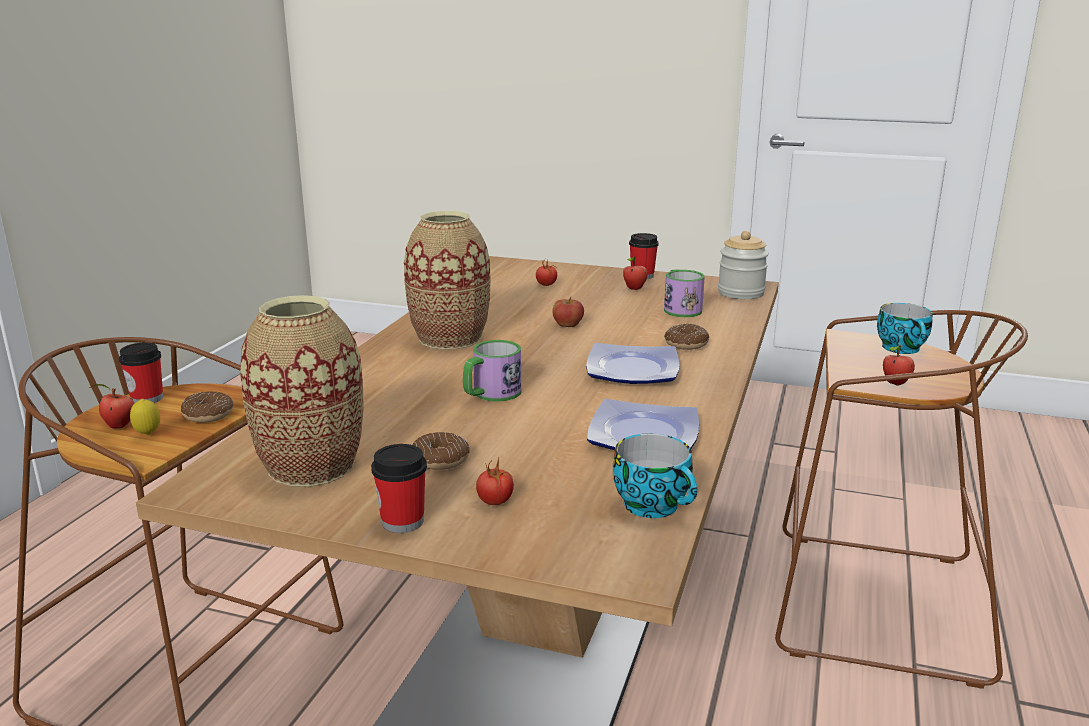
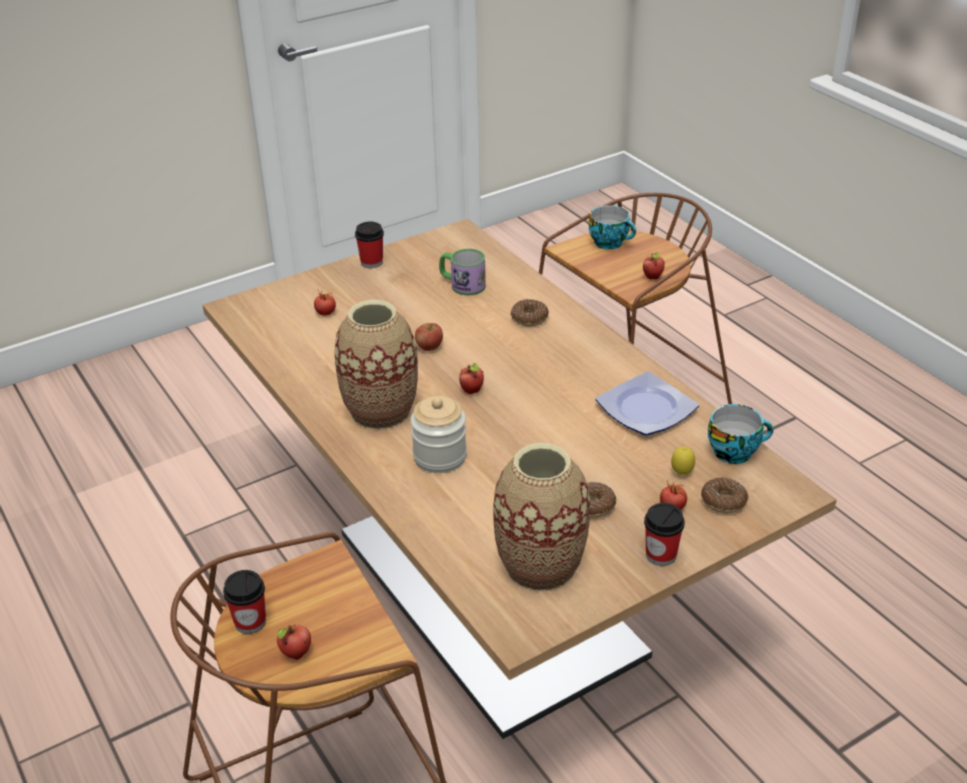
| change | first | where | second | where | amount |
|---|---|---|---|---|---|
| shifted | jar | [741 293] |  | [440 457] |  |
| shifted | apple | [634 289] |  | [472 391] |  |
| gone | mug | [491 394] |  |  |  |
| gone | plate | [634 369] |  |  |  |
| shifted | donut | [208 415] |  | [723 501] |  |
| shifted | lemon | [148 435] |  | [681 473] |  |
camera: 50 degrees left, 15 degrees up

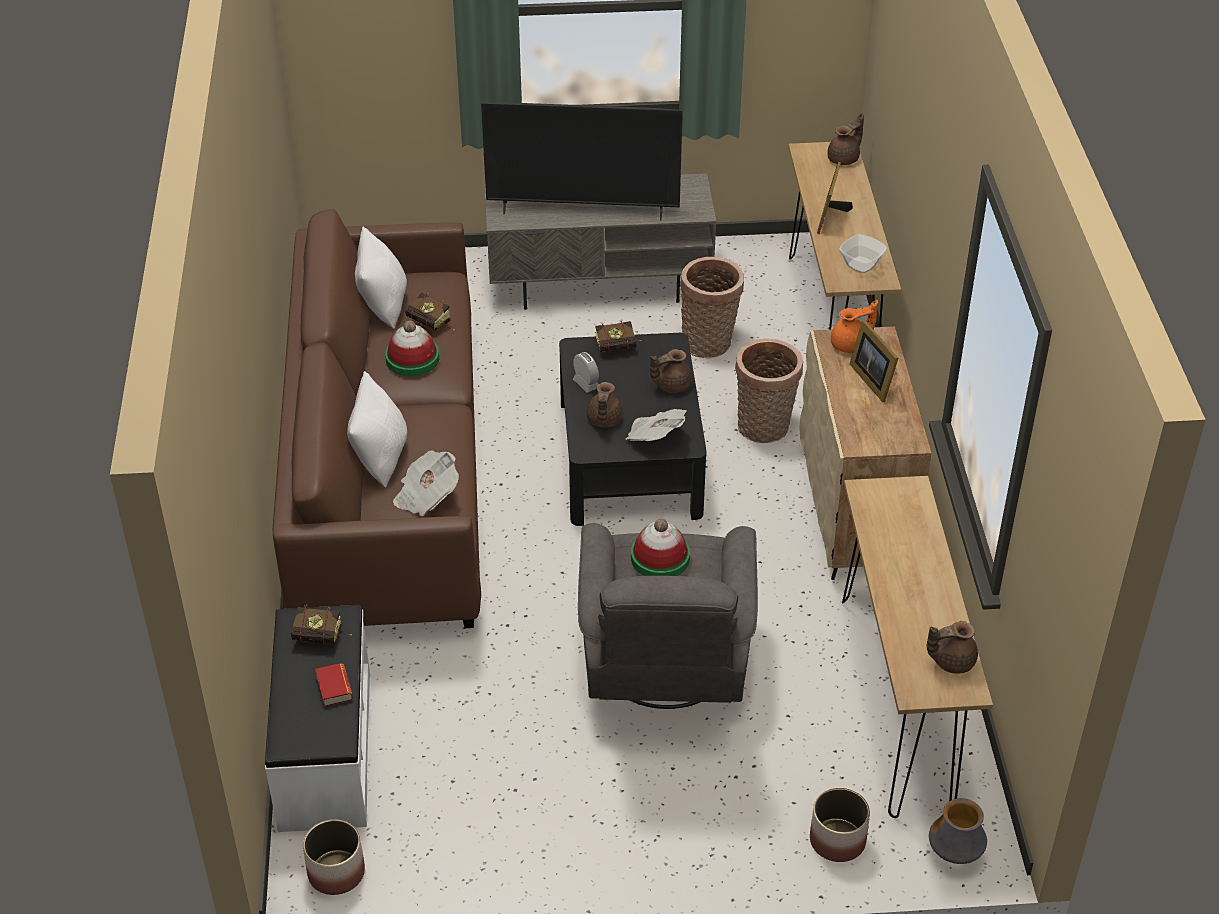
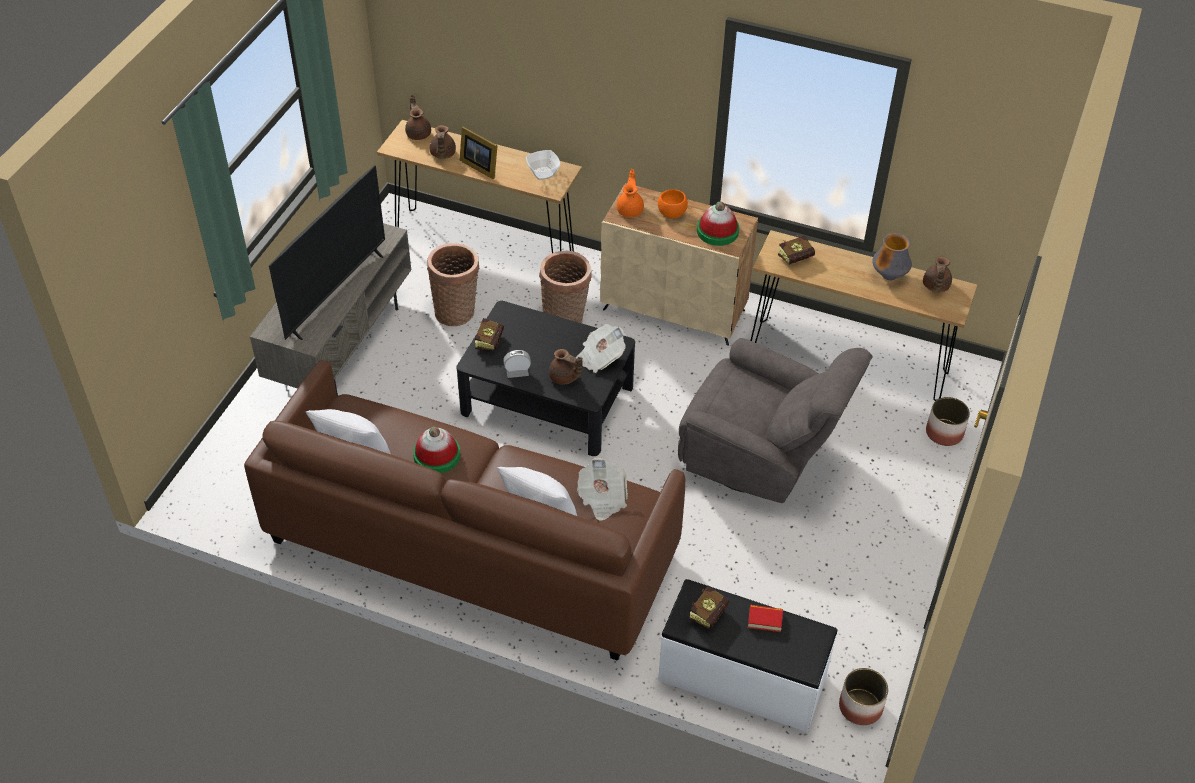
| change | first | where | second | where | amount |
|---|---|---|---|---|---|
| shifted | book | [432 324] |  | [798 257] |  |
| swapped | picture frame | [873 379] | bowl (orange) | [671 213] |  |
| shifted | teapot (brown) | [671 385] |  | [442 154] |  |
| shifted | hat | [660 558] |  | [717 231] |  |
| shifted | vase | [954 855] |  | [889 276] |  |
camera: 65 degrees left, 5 degrees up

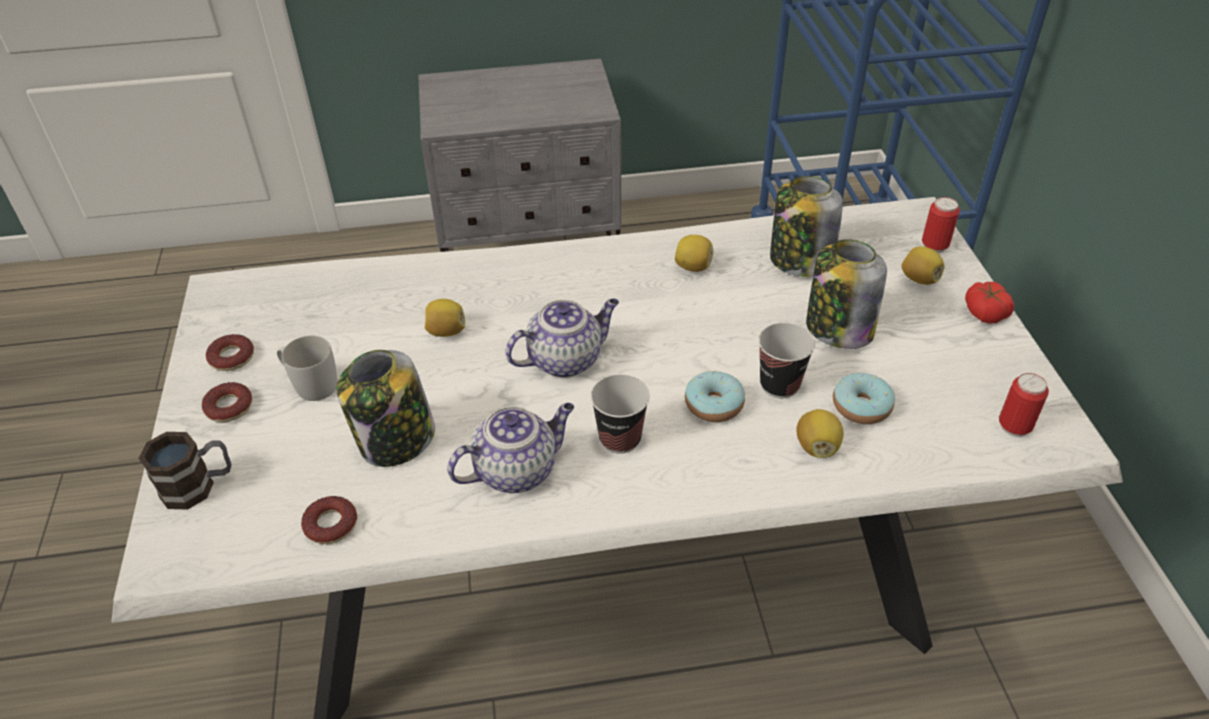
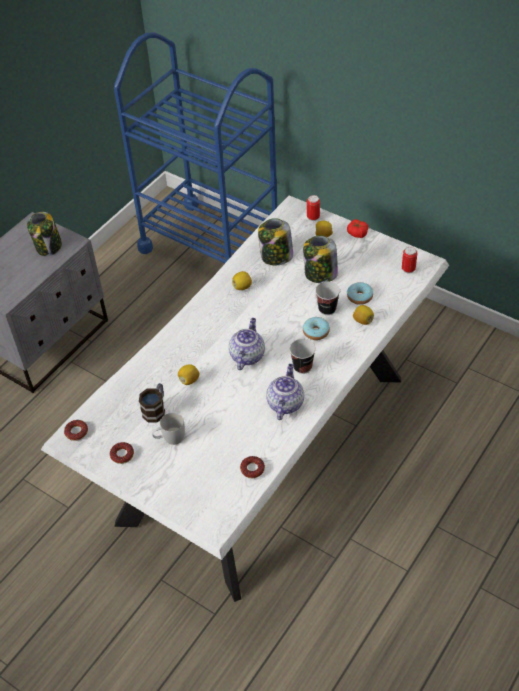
| change | first | where | second | where | amount |
|---|---|---|---|---|---|
| shifted | jar | [396 441] |  | [48 247] |  |
| shifted | donut | [229 407] |  | [76 432] |  |
| shifted | mug | [198 486] |  | [156 409] |  |
camera: 45 degrees left, 5 degrees up

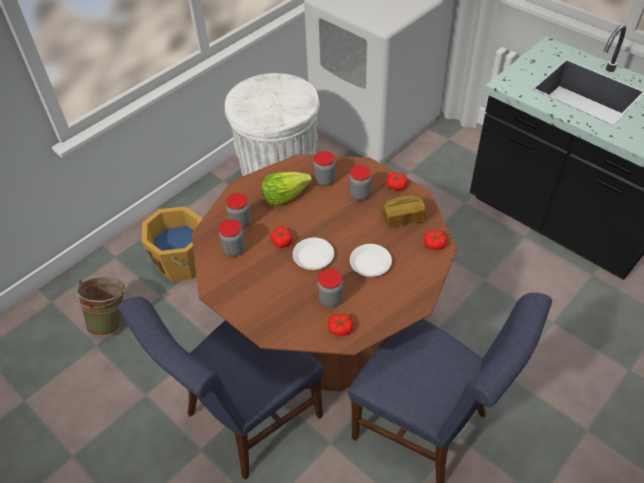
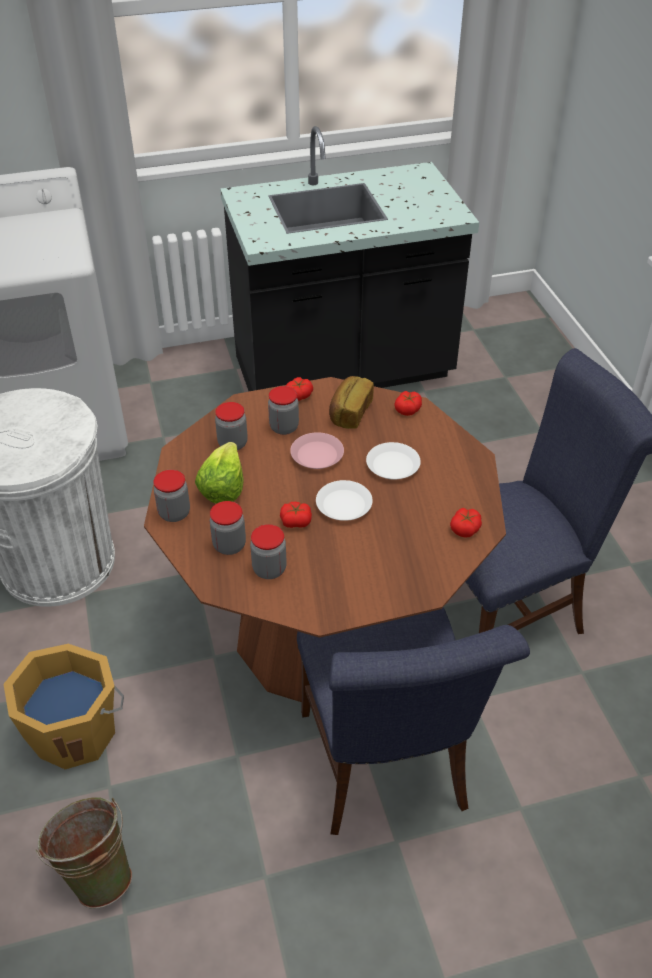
| change | first | where | second | where | amount |
|---|---|---|---|---|---|
| shifted | jar | [330 299] |  | [174 513] |  |
| new |  |  | plate (pink) | [317 455] |  |
camera: 60 degrees left, 5 degrees down

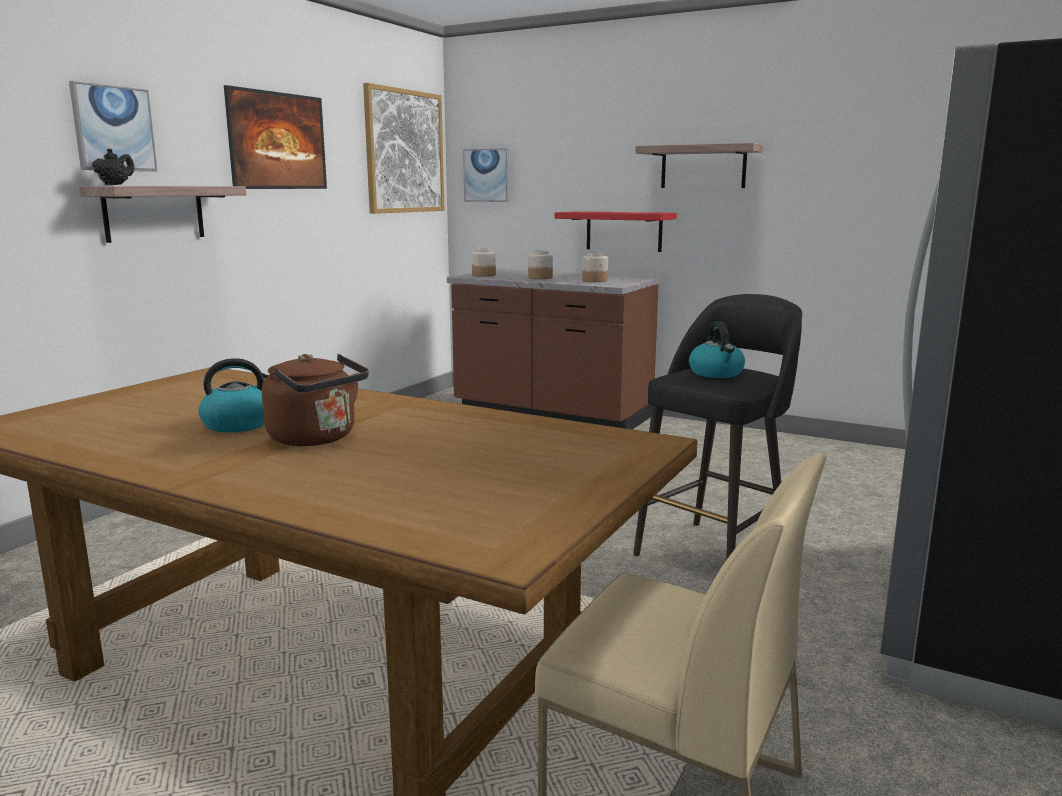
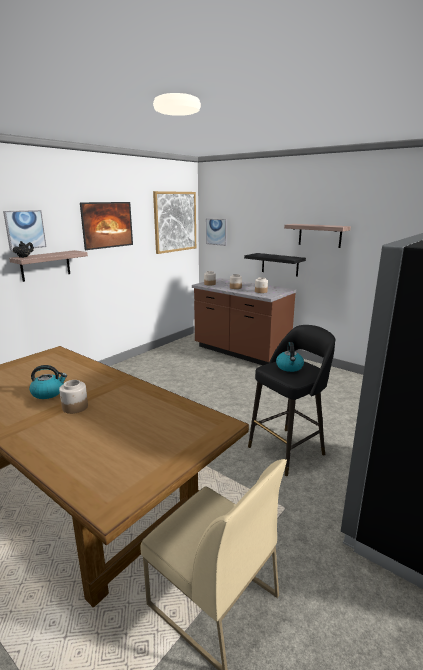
| change | first | where | second | where | amount |
|---|---|---|---|---|---|
| repainted | shelf (red) | [624 231] | shelf (black) | [280 264] |  |
| swapped | kettle (brown) | [316 439] | jar | [75 407] |  |
camera: 10 degrees right, 5 degrees up

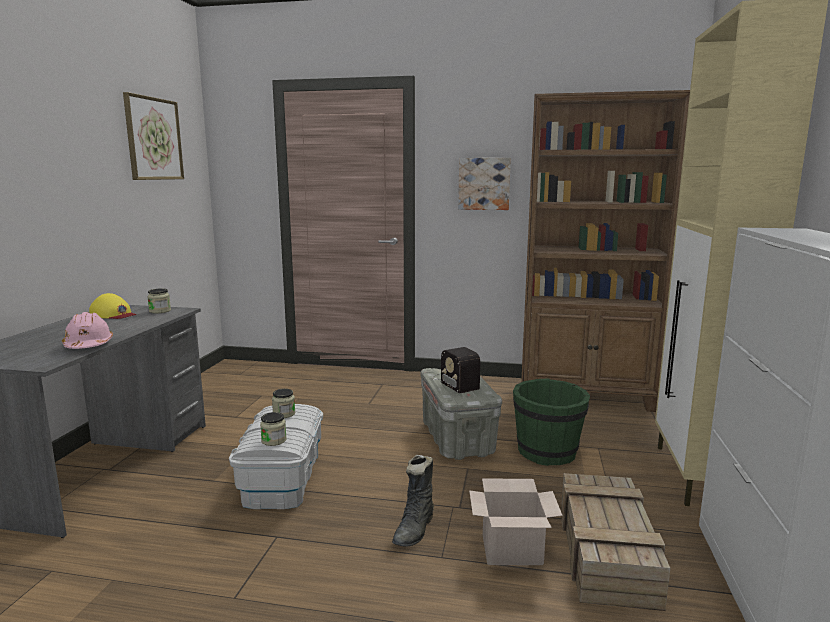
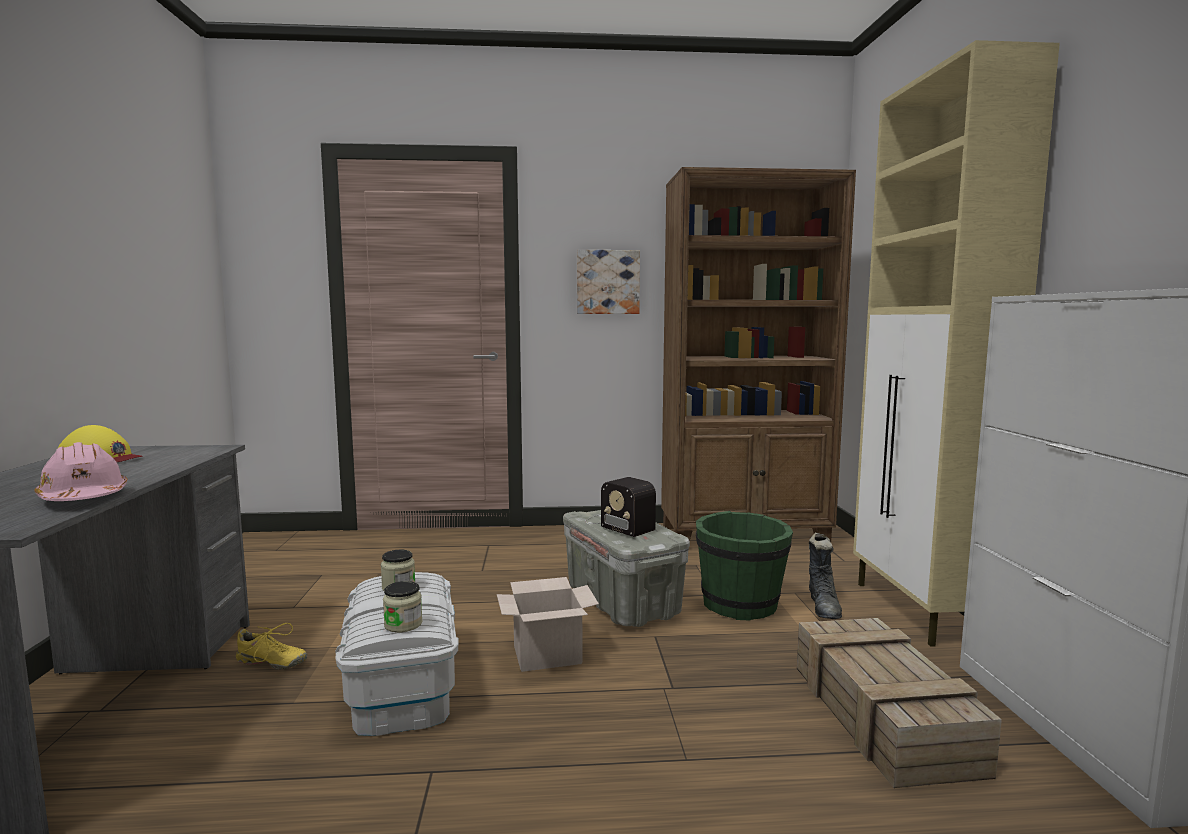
| change | first | where | second | where | amount |
|---|---|---|---|---|---|
| gone | picture | [153 139] |  |  |  |
| gone | jar | [160 311] |  |  |  |
| shifted | boot (black) | [415 529] |  | [824 608] |  |
| shifted | cardboard box | [513 549] |  | [548 654] |  |
| new |  |  | shoe (yellow) | [271 662] |  |
camera: 15 degrees left, 5 degrees down

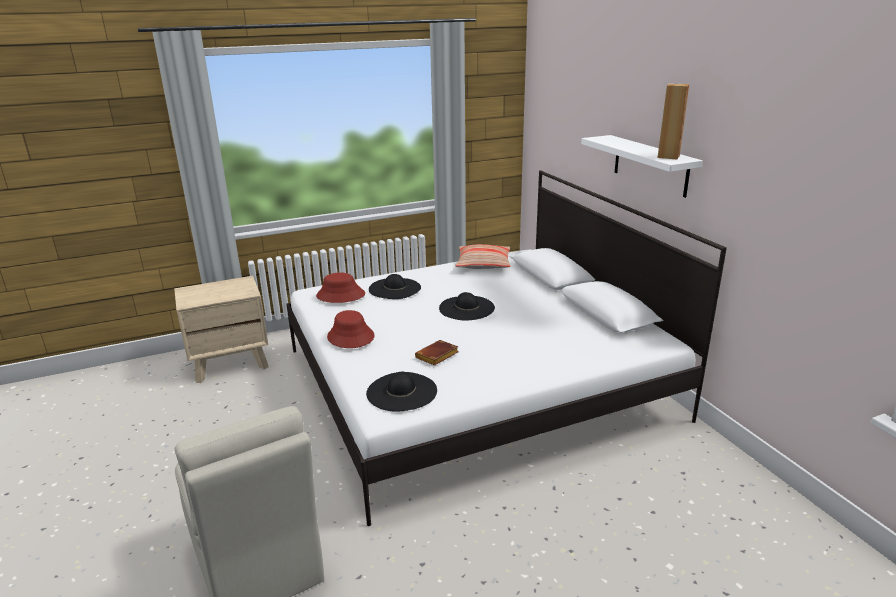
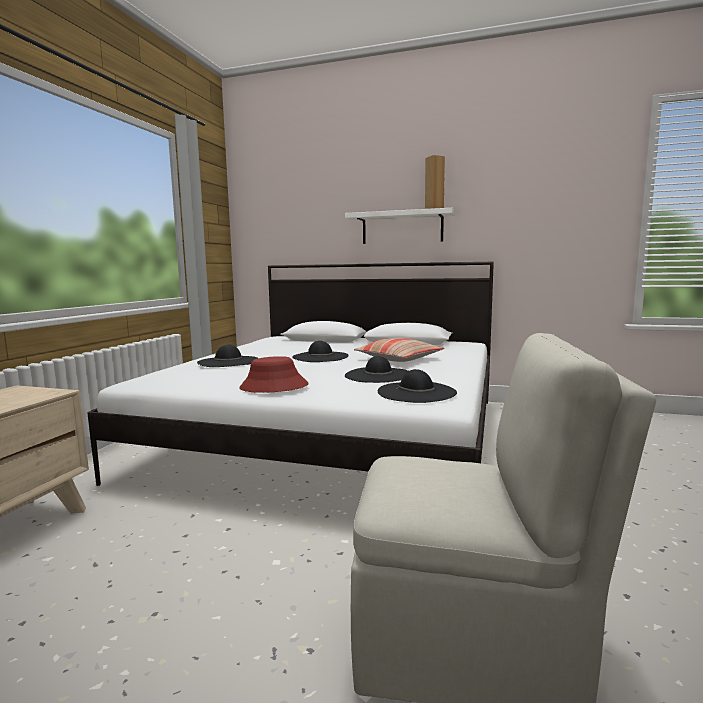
| change | first | where | second | where | amount |
|---|---|---|---|---|---|
| shifted | pillow | [483 264] |  | [399 359] |  |
| gone | hat (red) | [340 295] |  |  |  |
| swapped | book (brown) | [437 356] | hat (black) | [378 375] |  |
camera: 50 degrees left, 15 degrees down

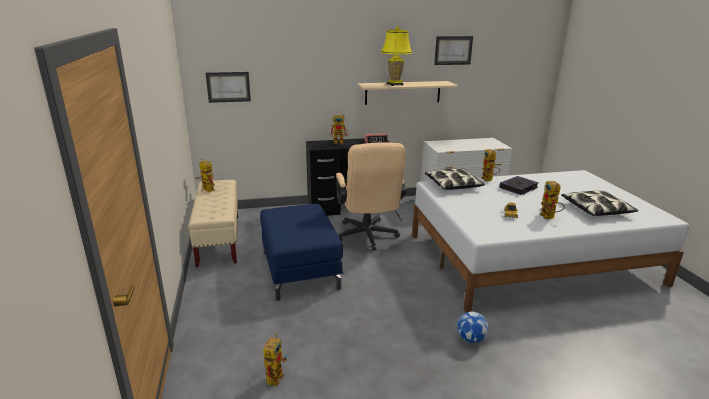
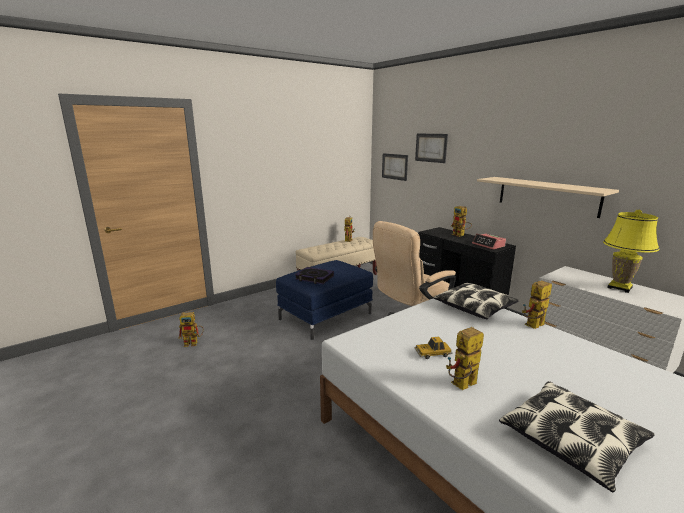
| change | first | where | second | where | amount |
|---|---|---|---|---|---|
| shifted | table lamp (yellow) | [394 84] |  | [619 287] |  |
| shifted | picture | [453 50] |  | [431 147] |  |
| shifted | book | [518 188] |  | [314 278] |  |
| gone | football | [470 339] |  |  |  |
camera: 65 degrees right, 5 degrees down

